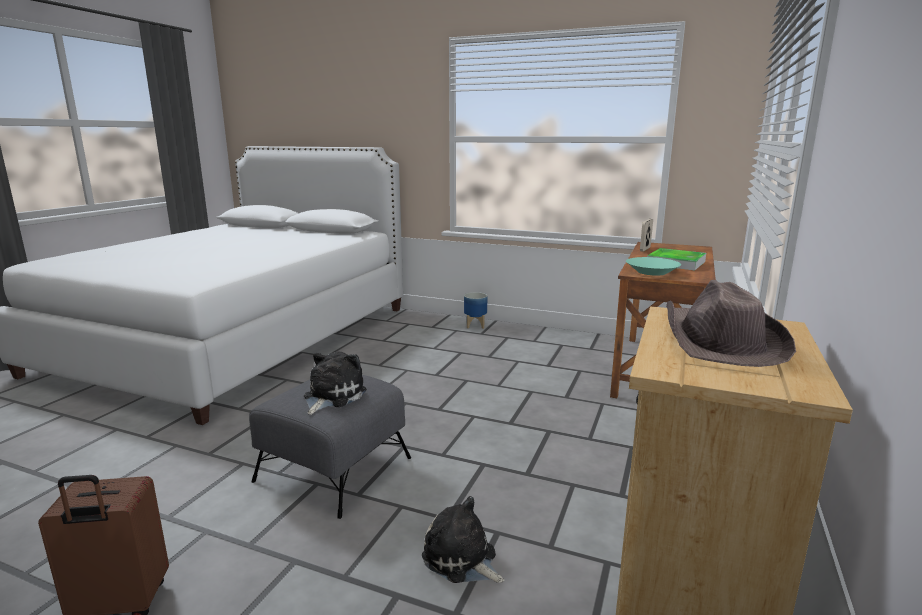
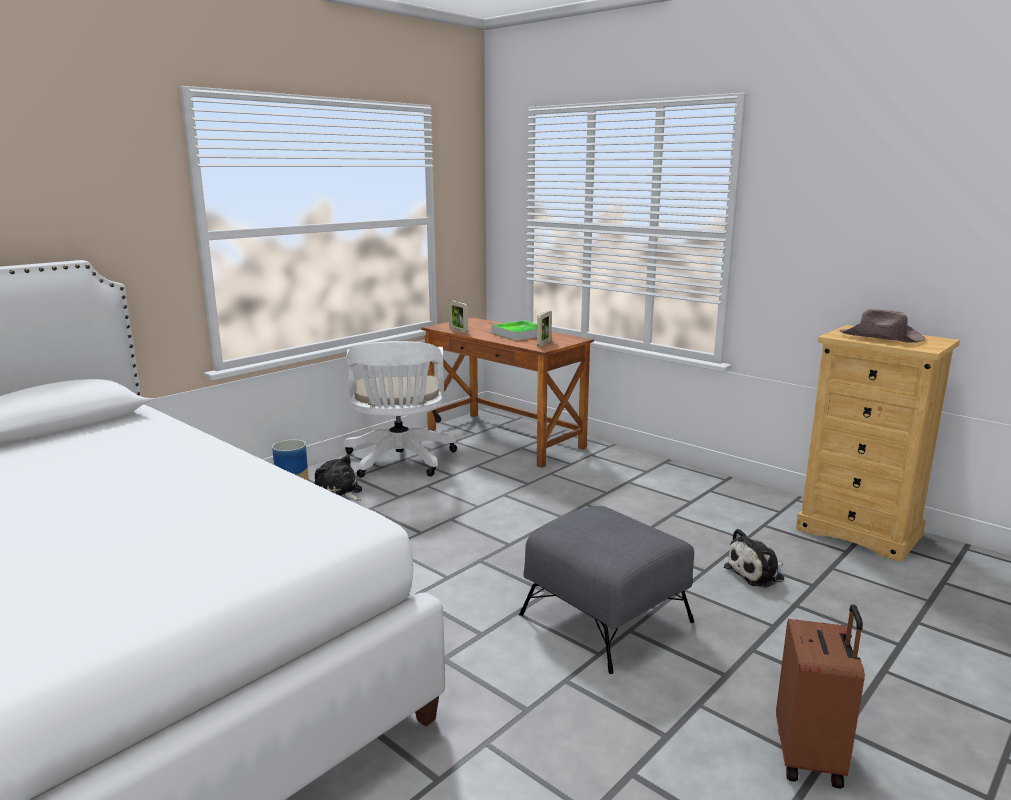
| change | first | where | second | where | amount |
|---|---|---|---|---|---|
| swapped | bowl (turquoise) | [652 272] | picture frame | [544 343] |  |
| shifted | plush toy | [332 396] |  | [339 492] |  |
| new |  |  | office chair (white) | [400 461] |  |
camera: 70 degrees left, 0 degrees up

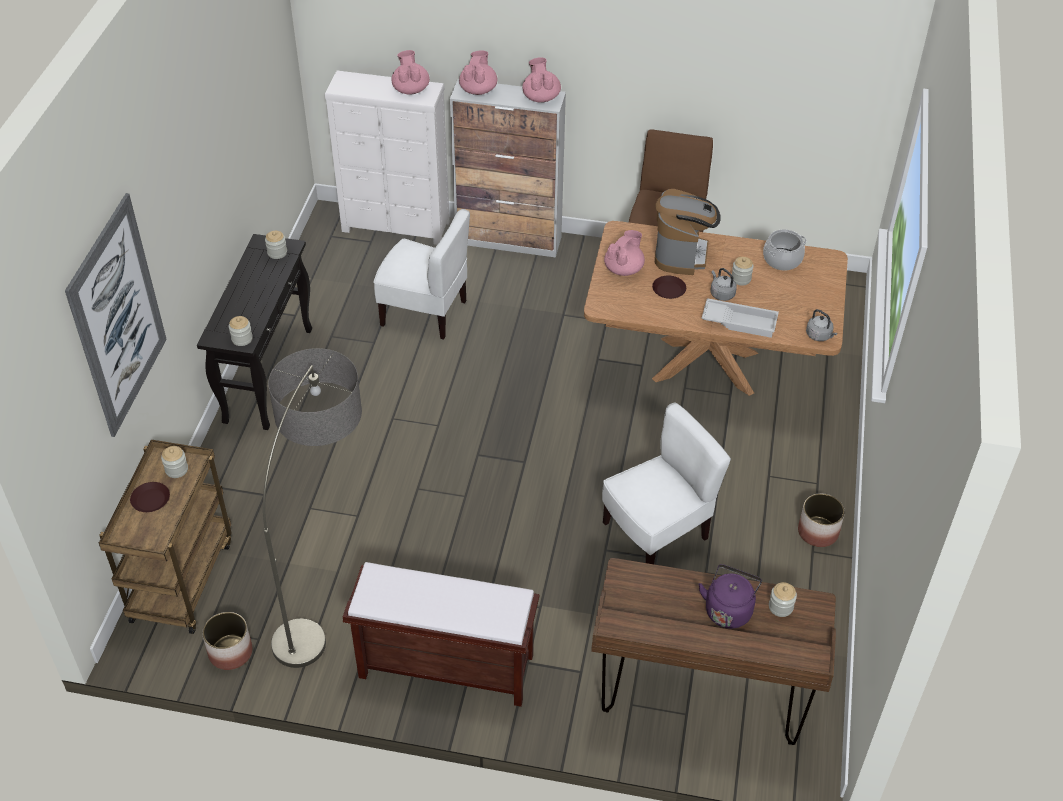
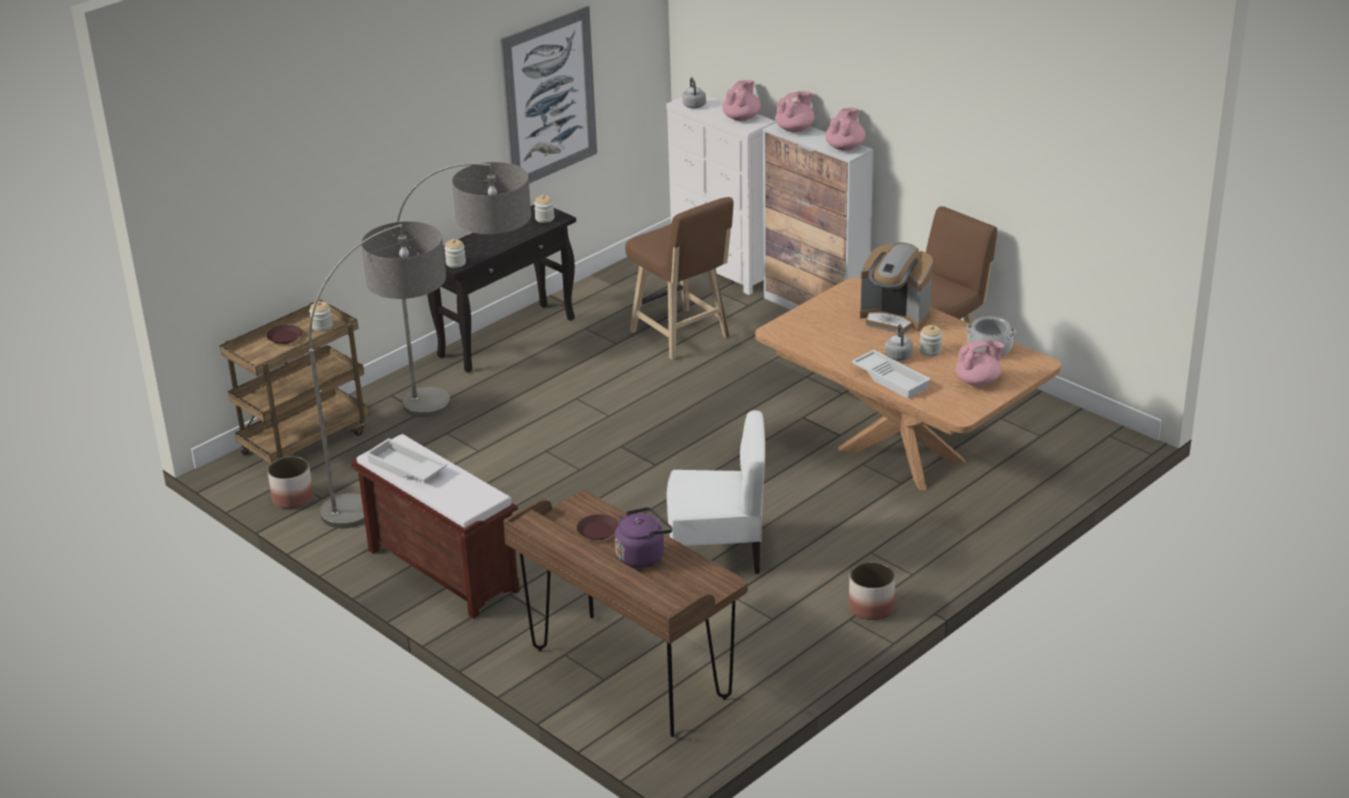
| change | first | where | second | where | amount |
|---|---|---|---|---|---|
| rotated | coffee machine | [681 254] |  | [895 318] | 75 degrees clockwise |
| shifted | picture | [118 316] |  | [549 97] |  |
| swapped | chair (white) | [424 312] | stool (brown) | [682 337] |  |
| shifted | teapot (pink) | [624 269] |  | [978 381] |  |
| shifted | plate (brown) | [669 290] |  | [598 531] |  |
| shifted | kettle (grey) | [819 336] |  | [694 106] |  |
| gone | jar | [780 607] |  |  |  |
| new |  |  | floor lamp | [482 409] |  |
| new |  |  | tray (white) | [405 468] |  |
camera: 35 degrees right, 15 degrees down

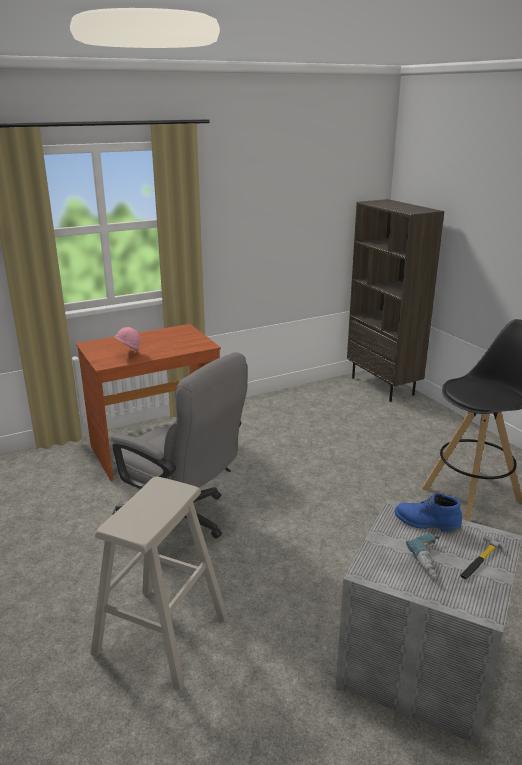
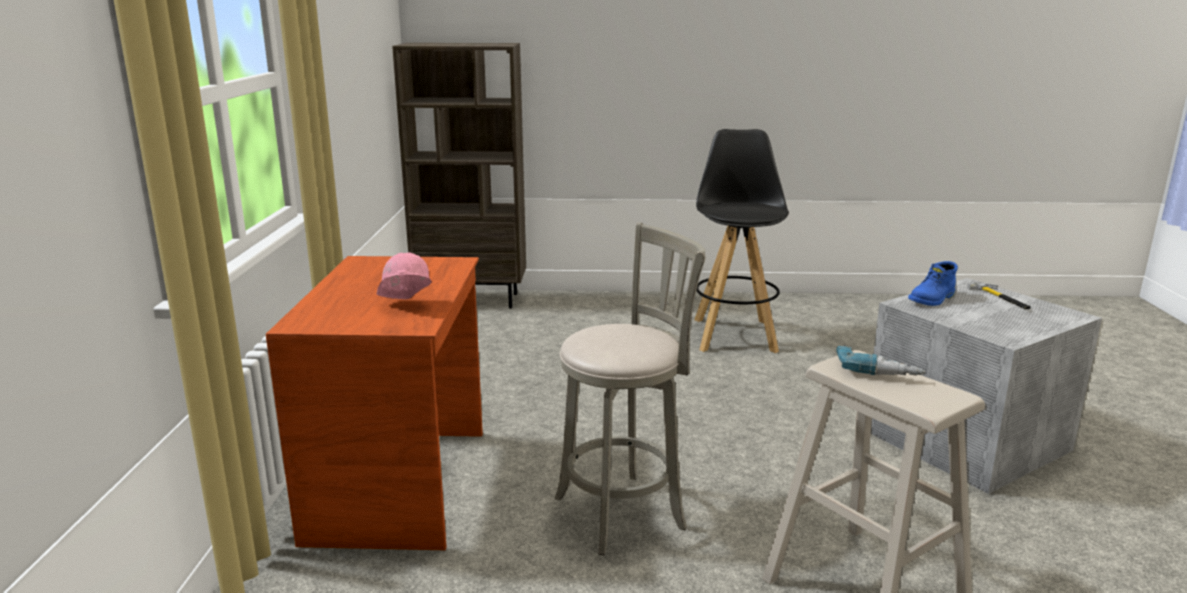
| change | first | where | second | where | amount |
|---|---|---|---|---|---|
| swapped | office chair (grey) | [181 521] | stool (grey) | [626 511] |  |
| shifted | power drill | [432 561] |  | [877 369] |  |
camera: 60 degrees left, 5 degrees down

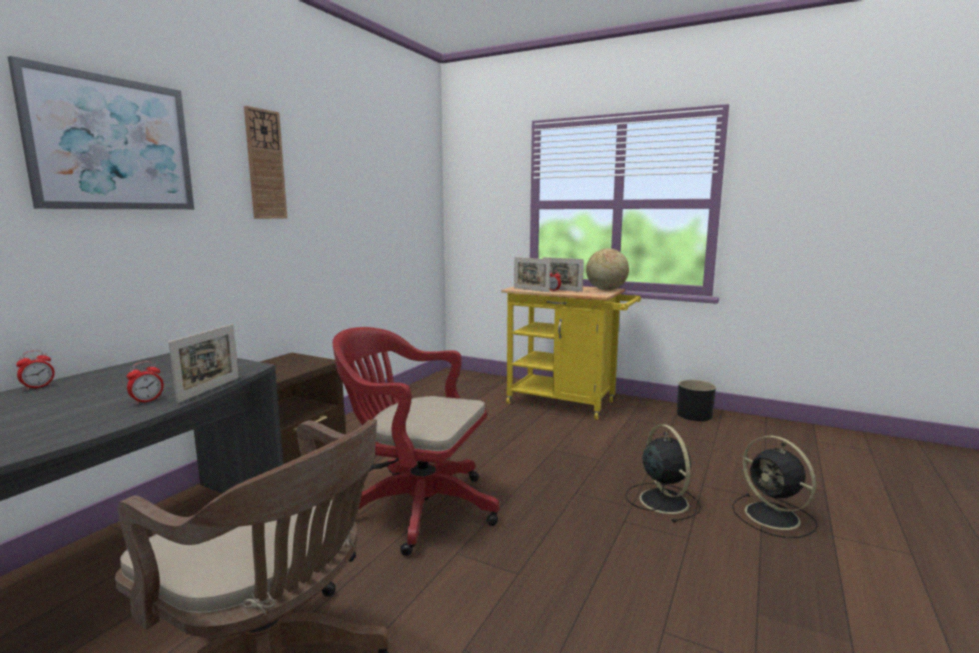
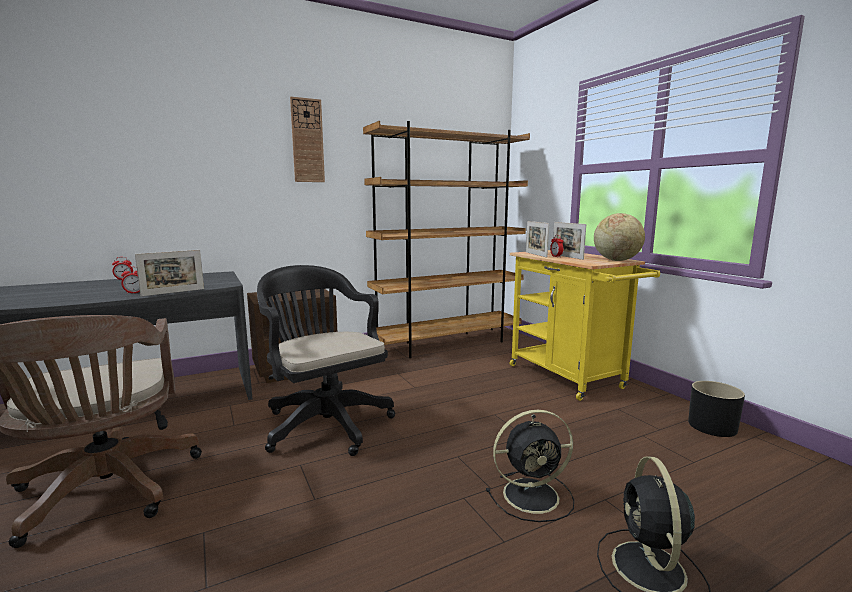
| change | first | where | second | where | amount |
|---|---|---|---|---|---|
| gone | picture | [112 144] |  |  |  |
| repainted | office chair (red) | [416 507] | office chair (black) | [324 422] |  |
| rotated | fan (black) | [662 500] |  | [533 495] | 60 degrees clockwise |
| new |  |  | bookcase (brown) | [448 343] |  |
camera: 35 degrees right, 0 degrees up

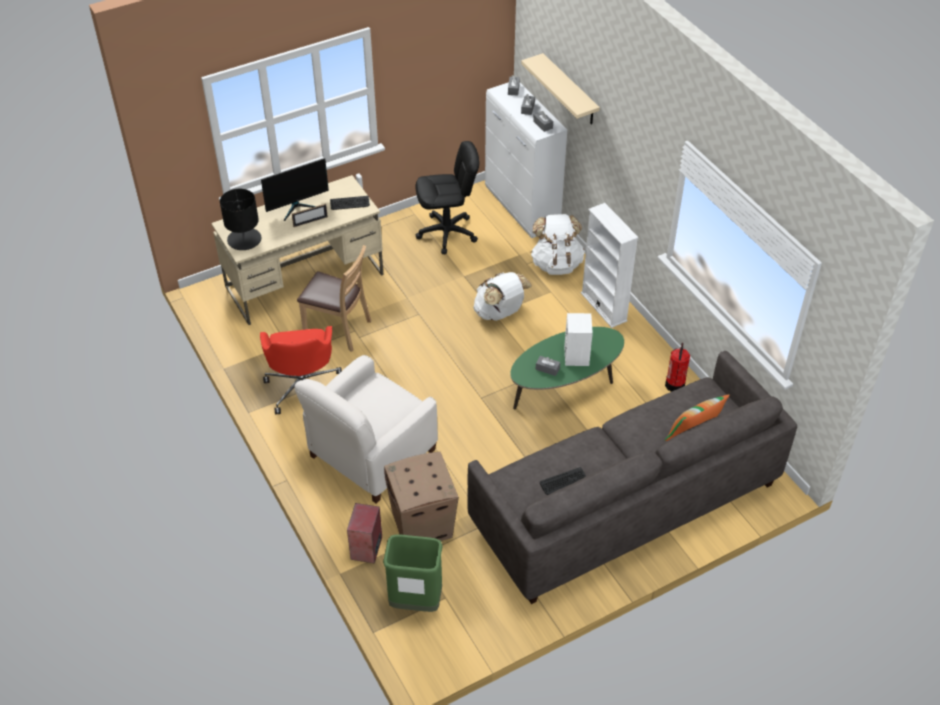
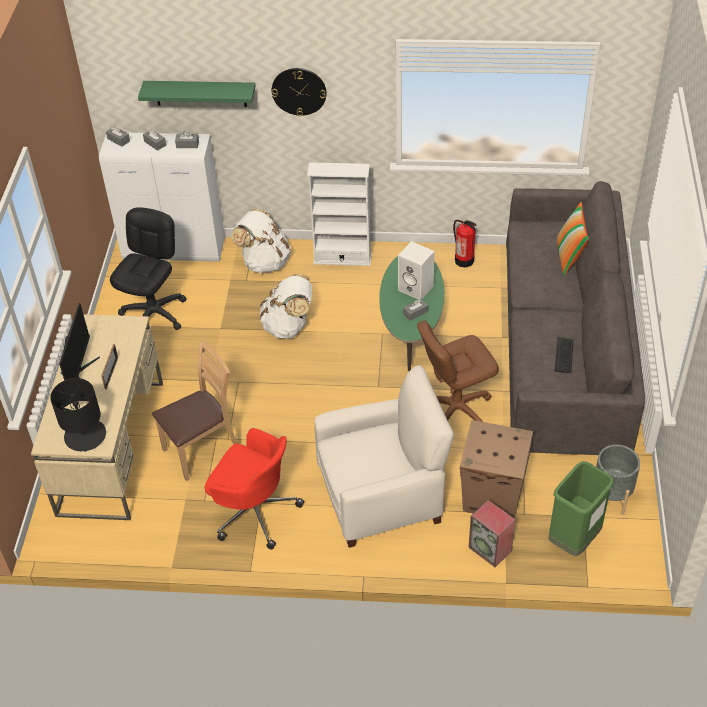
| change | first | where | second | where | amount |
|---|---|---|---|---|---|
| repainted | shelf (beige) | [570 90] | shelf (green) | [200 93] |  |
| gone | keyboard | [349 203] |  |  |  |
| rotated | armchair (white) | [371 454] |  | [382 495] | 90 degrees counterclockwise |
| new |  |  | wall clock | [299 91] |  |
| new |  |  | office chair (brown) | [455 409] |  |
| new |  |  | planter (grey) | [611 494] |  |
camera: 55 degrees left, 0 degrees up

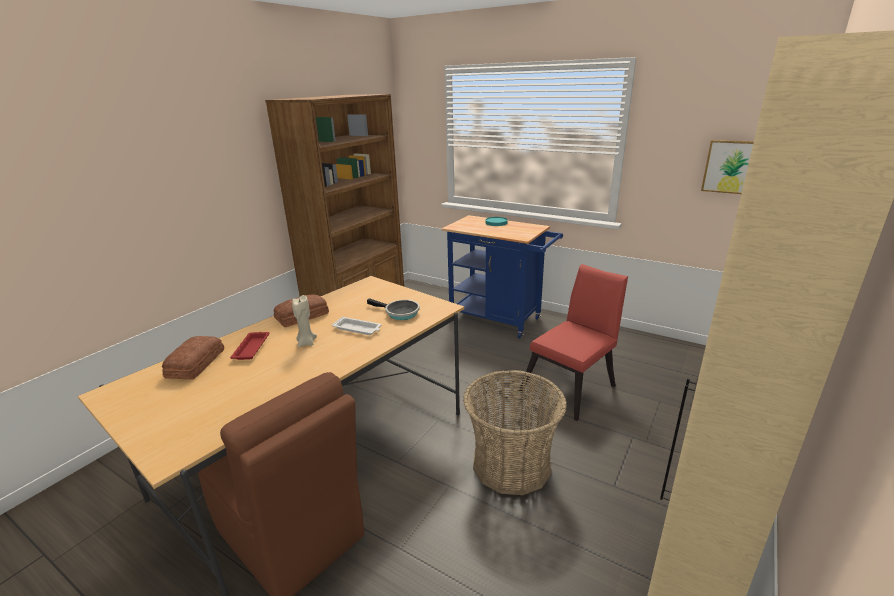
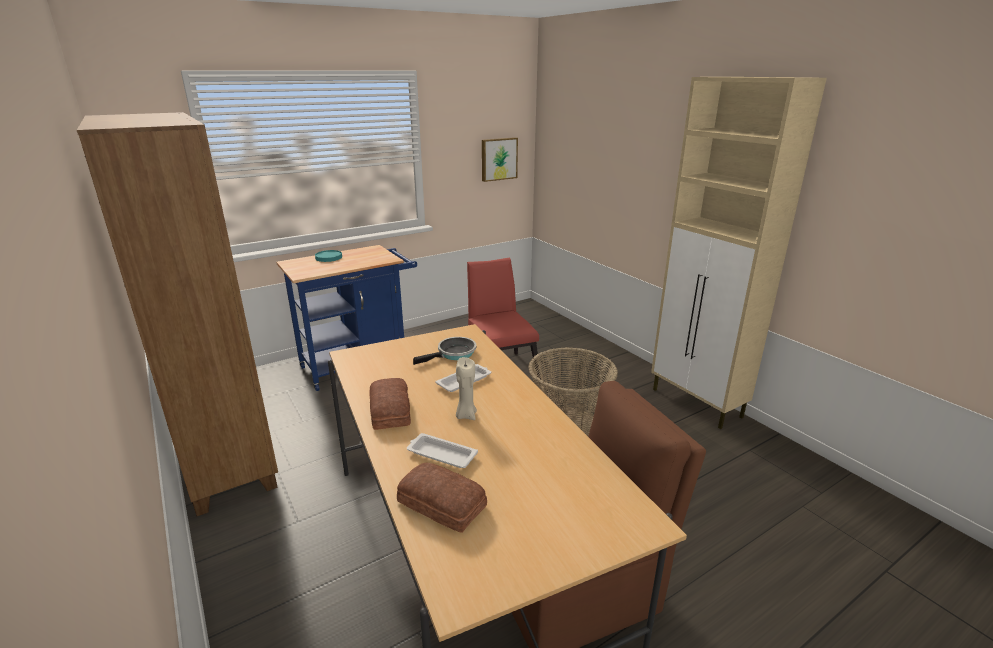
| change | first | where | second | where | amount |
|---|---|---|---|---|---|
| repainted | tray (red) | [252 348] | tray (white) | [441 454] |  |
camera: 65 degrees left, 0 degrees up

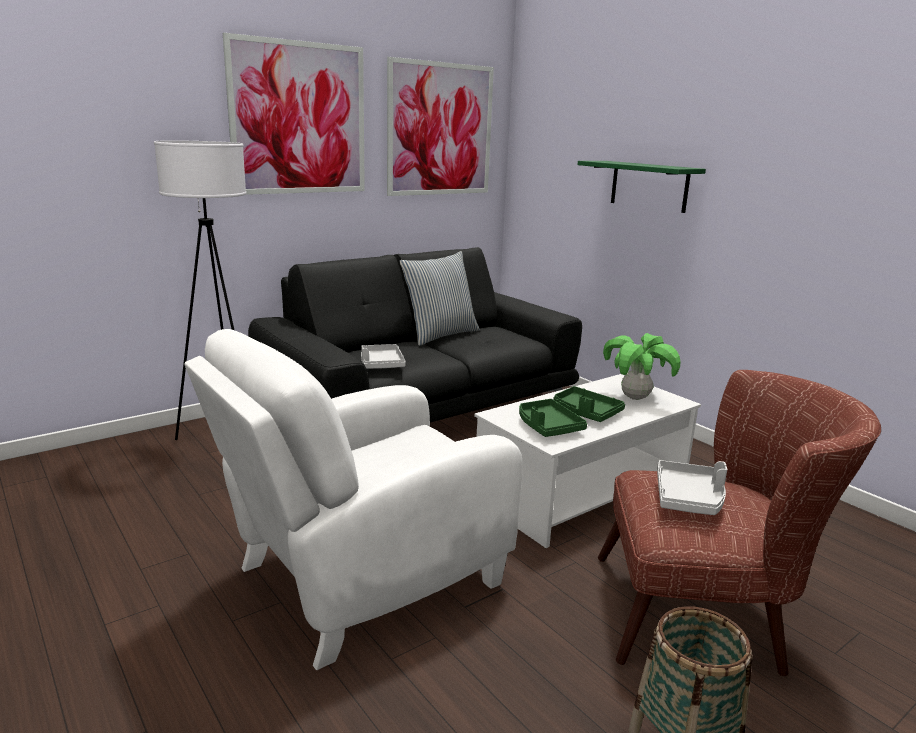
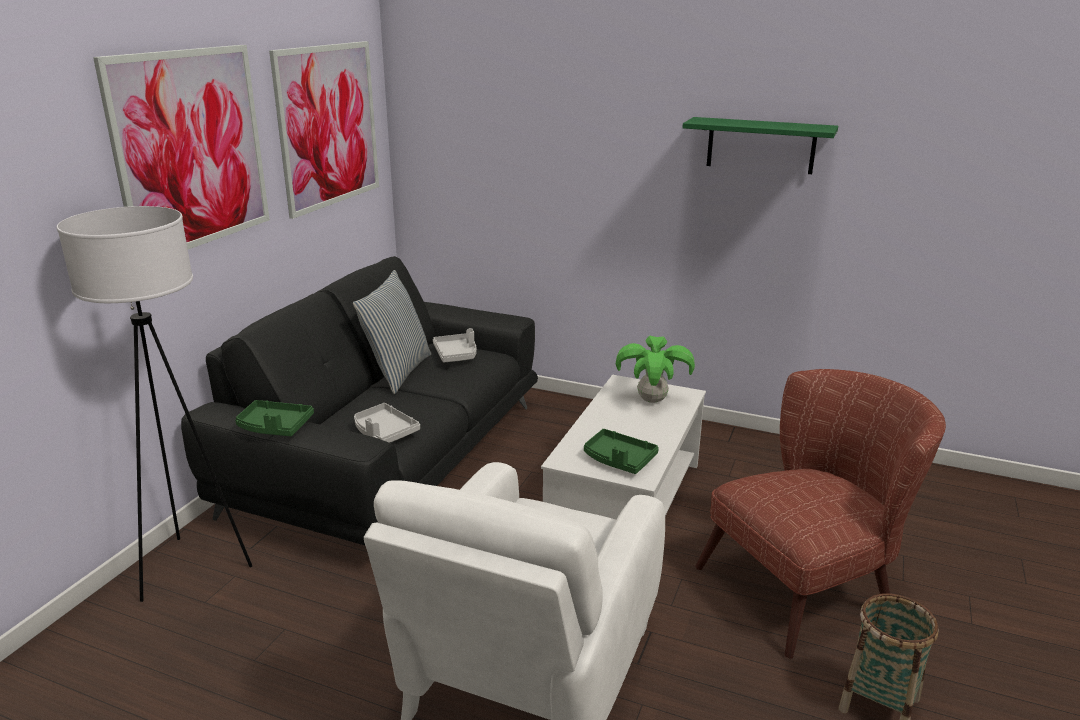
| change | first | where | second | where | amount |
|---|---|---|---|---|---|
| shifted | shelf (green) | [649 186] |  | [761 145] |  |
| shifted | tray (green) | [586 413] |  | [274 427] |  |
| shifted | tray (grey) | [689 498] |  | [456 354] |  |
camera: 30 degrees left, 5 degrees up

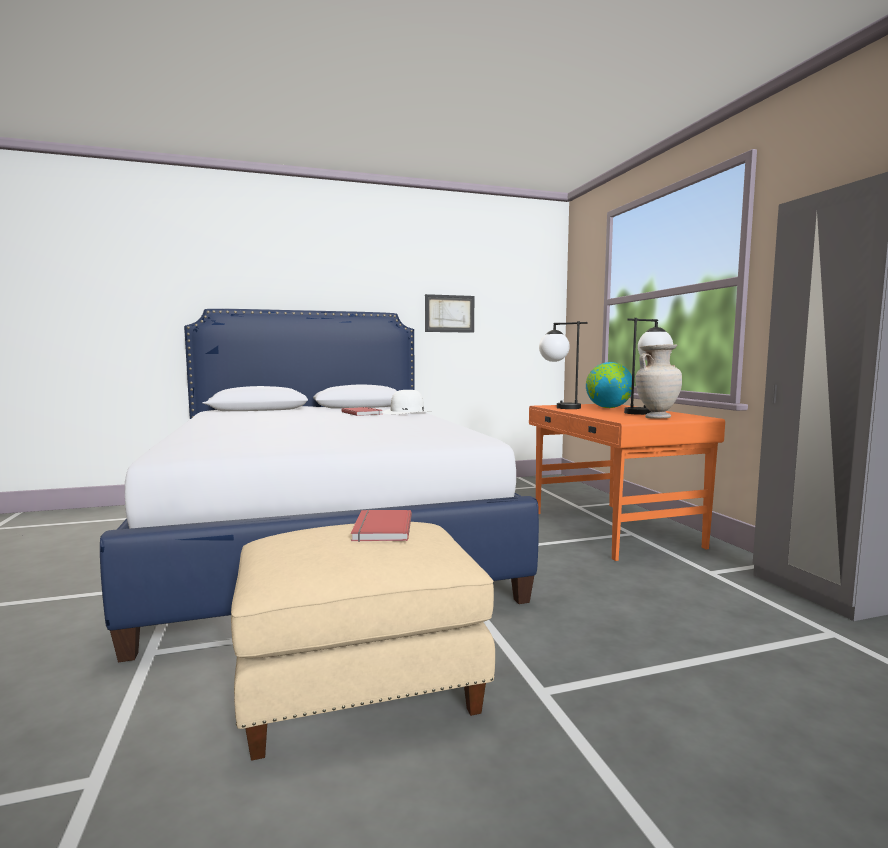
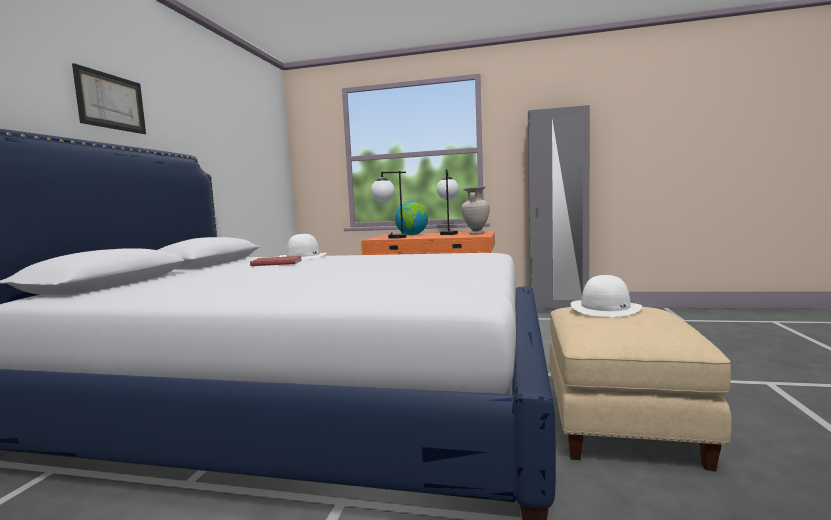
| change | first | where | second | where | amount |
|---|---|---|---|---|---|
| shifted | picture | [449 313] |  | [111 102] |  |
| swapped | book (red) | [380 528] | hat (white) | [605 308] |  |
camera: 60 degrees left, 0 degrees up

